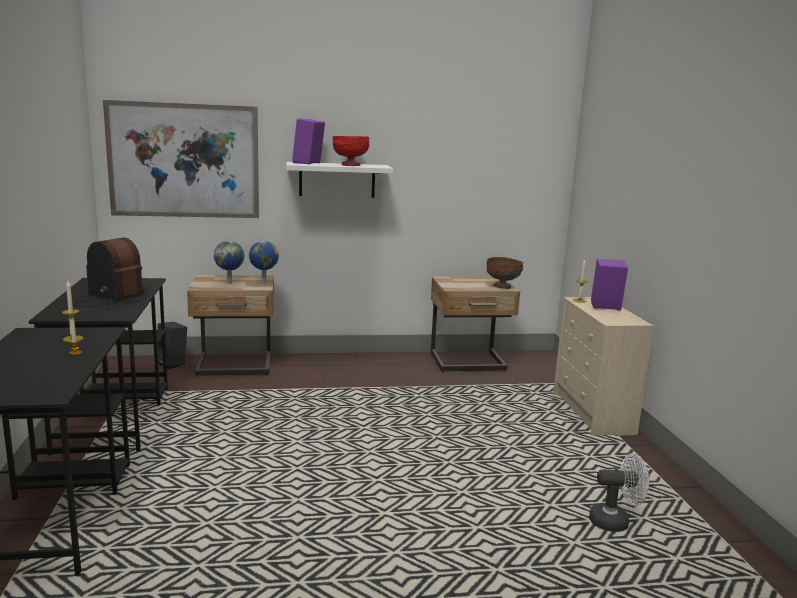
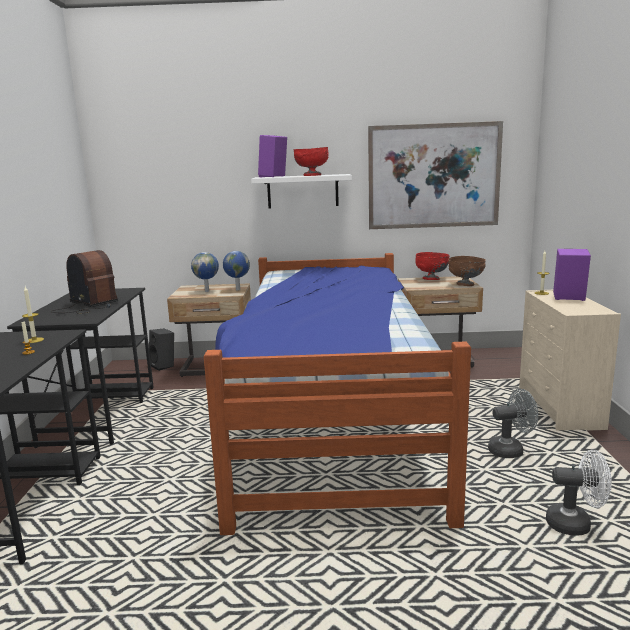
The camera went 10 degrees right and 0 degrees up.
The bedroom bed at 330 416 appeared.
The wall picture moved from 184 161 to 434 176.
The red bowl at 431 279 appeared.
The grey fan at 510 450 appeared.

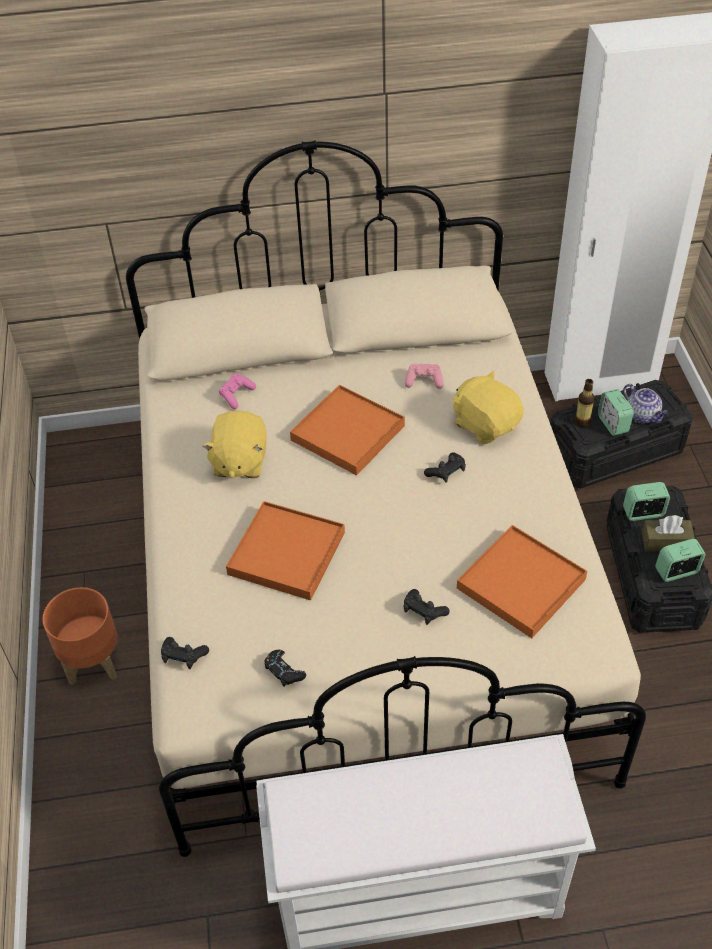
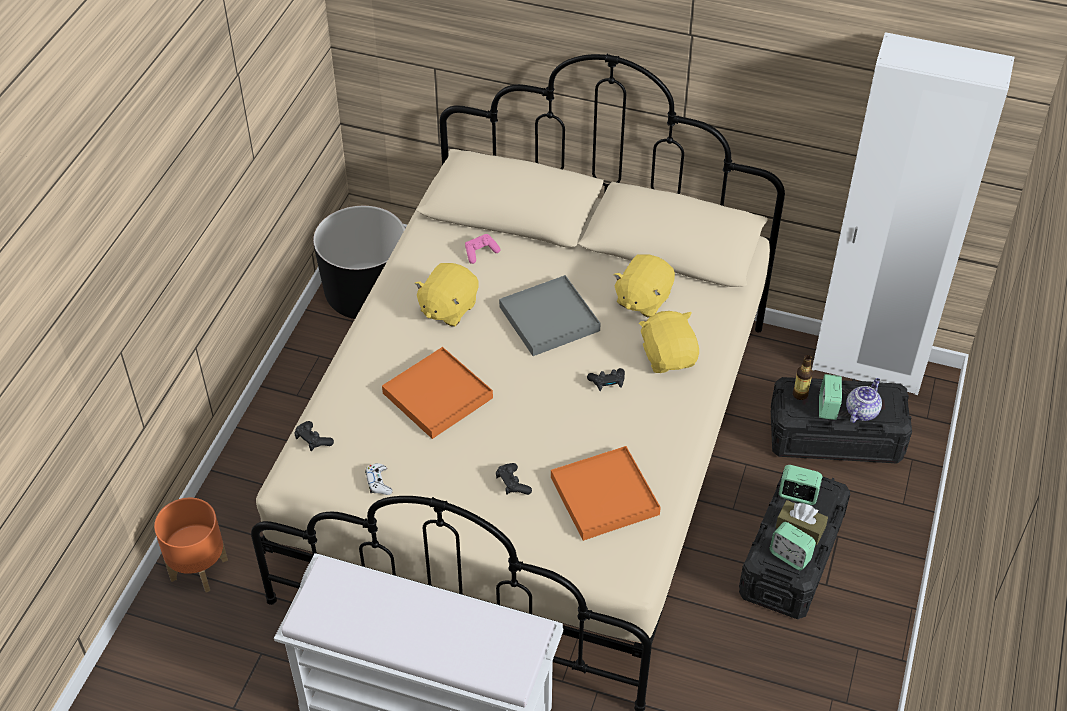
The camera went 25 degrees right and 0 degrees up.
The orange planter moved from 93 662 to 199 568.
The black-coloured planter at 366 295 appeared.
The black-coloured game controller at 284 671 became the white-coloured game controller at 378 482.
The orange tray at 347 433 became the grey tray at 549 319.
The pinkish game controller at 424 381 was replaced by the yellow plush toy at 642 299.
The alarm clock at 676 571 turned 150 degrees counterclockwise.
The tea pot at 643 416 turned 135 degrees counterclockwise.

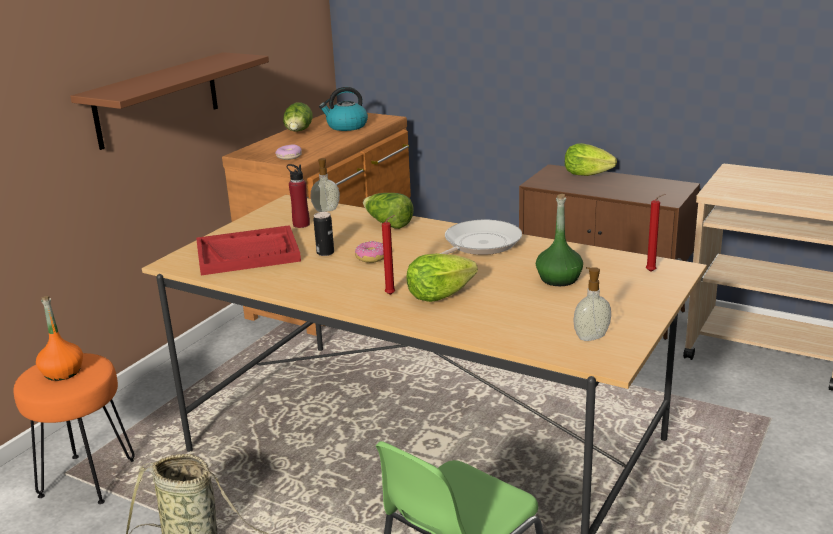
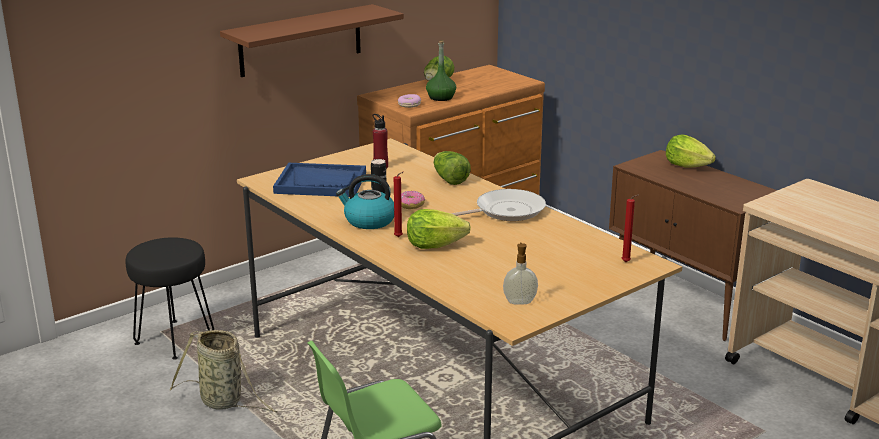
The camera went 20 degrees right and 0 degrees up.
The orange stool seat at 87 478 became the black-coloured stool seat at 174 339.
The red tray at 248 253 became the blue-coloured tray at 321 183.
The tea kettle moved from 346 126 to 369 221.
The green-coloured bottle moved from 558 279 to 441 97.
The orange bottle at 62 372 disappeared.
The liquid soap bottle at 326 210 disappeared.

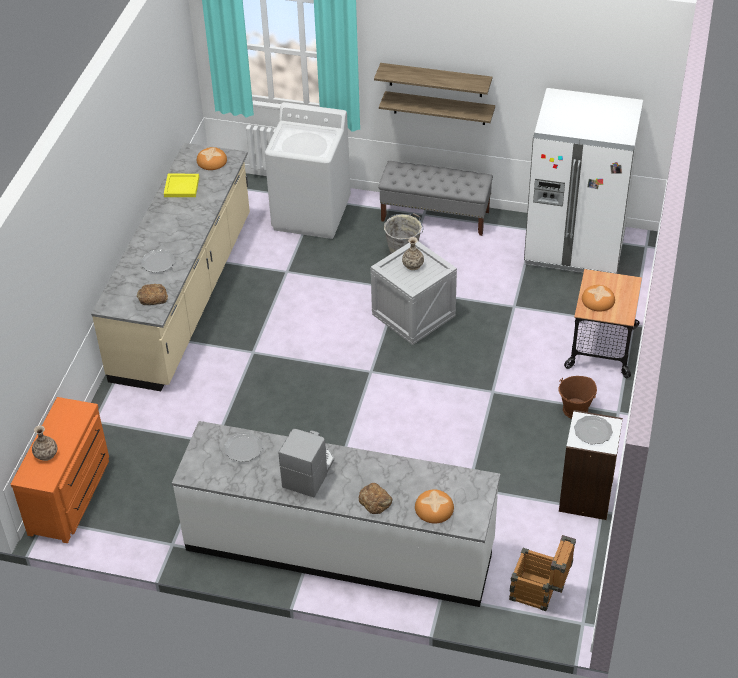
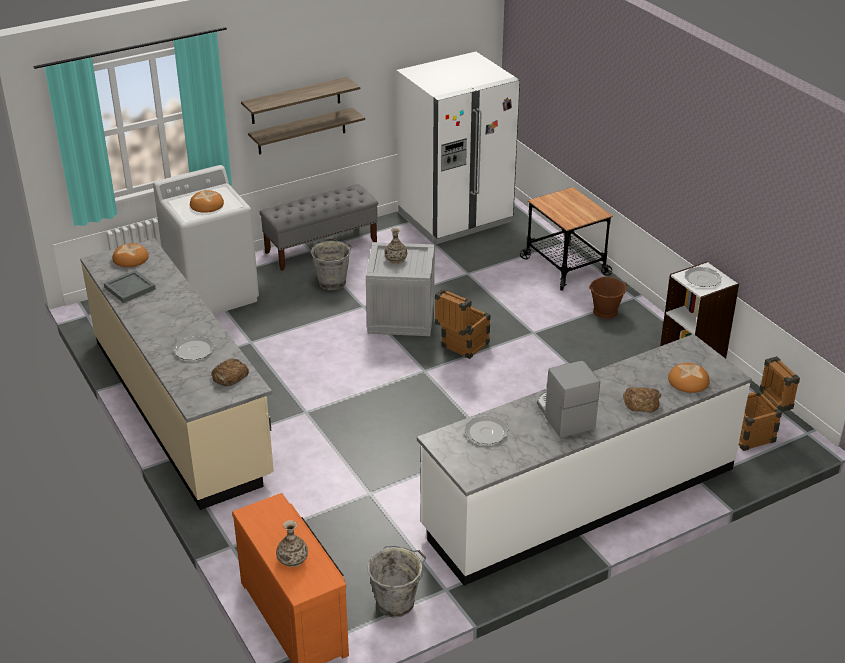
The camera went 45 degrees left and 10 degrees down.
The yellow tray at 181 187 became the grey tray at 129 289.
The baked bread moved from 597 300 to 206 205.
The grey pail at 397 602 appeared.
The packing crate at 461 347 appeared.

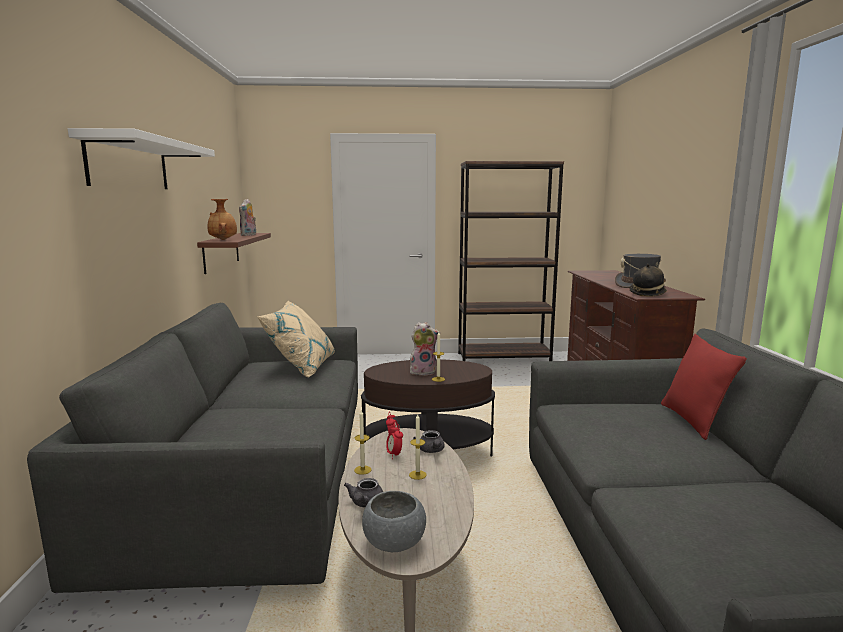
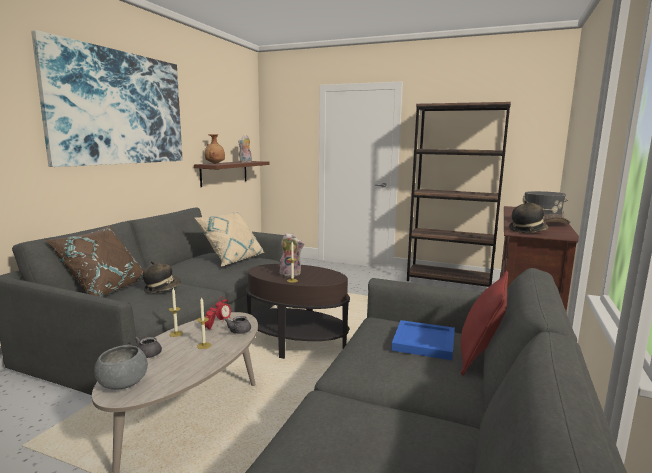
The camera went 25 degrees right and 0 degrees up.
The white-coloured bracket shelf at 129 164 was replaced by the wall picture at 119 108.
The brown-coloured pillow at 105 290 appeared.
The hat at 162 289 appeared.
The blue-coloured tray at 424 342 appeared.

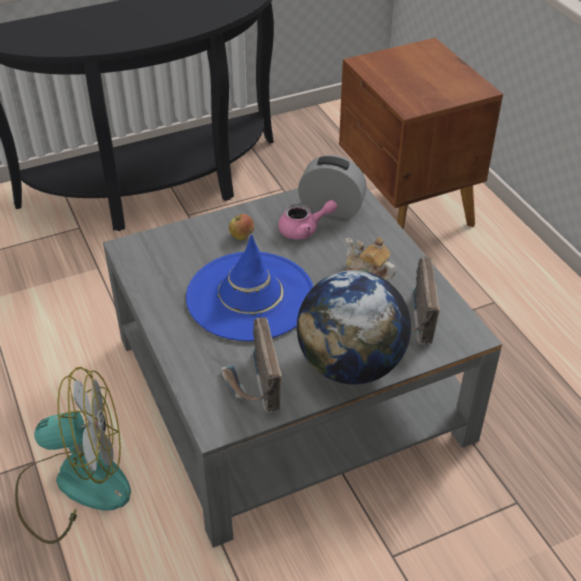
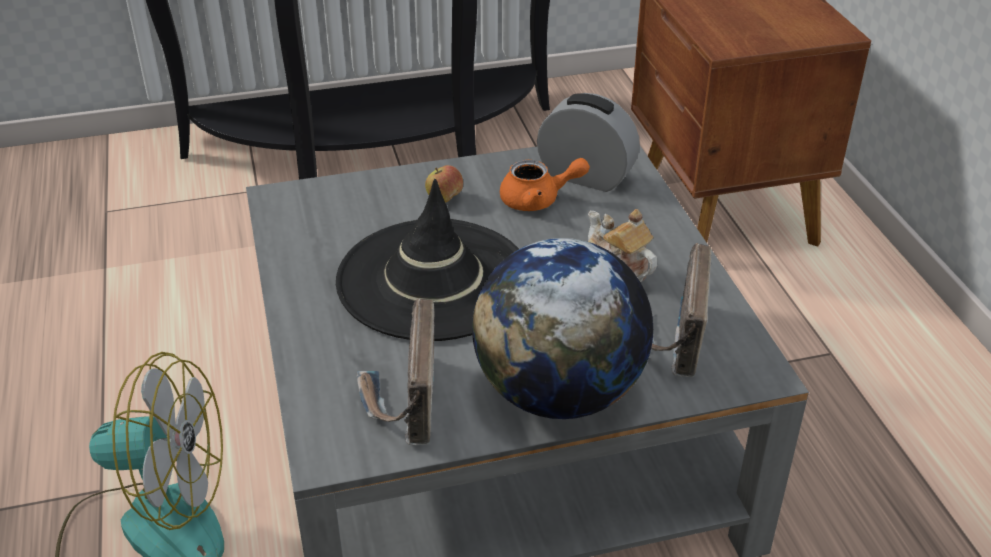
The camera went 10 degrees right and 5 degrees down.
The blue-coloured hat at 250 296 became the black-coloured hat at 433 279.
The pinkish tea pot at 304 230 became the orange tea pot at 538 200.

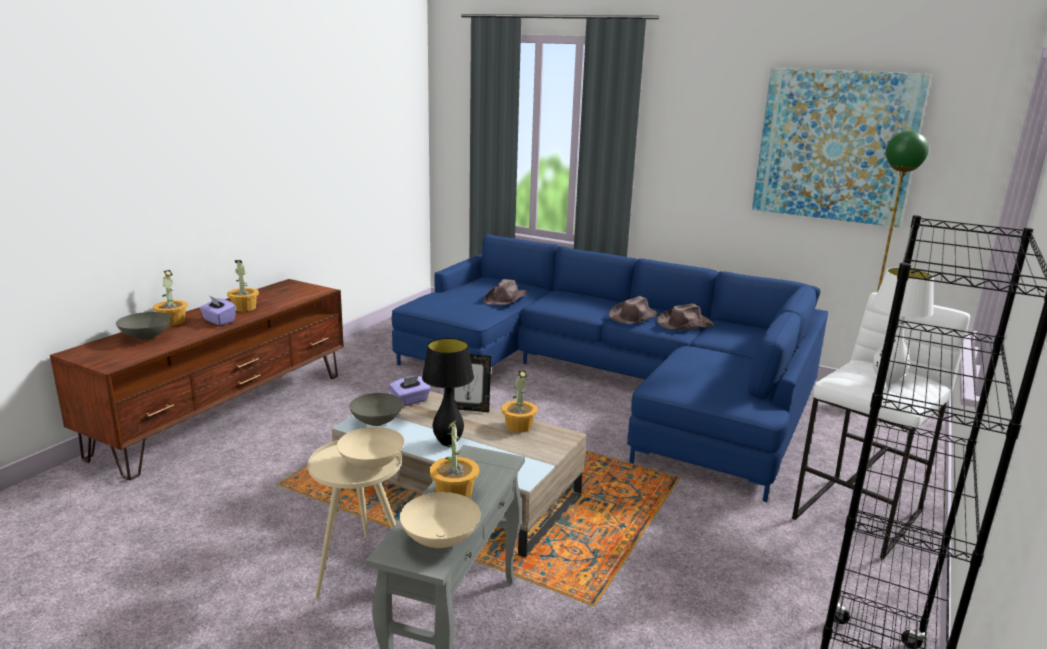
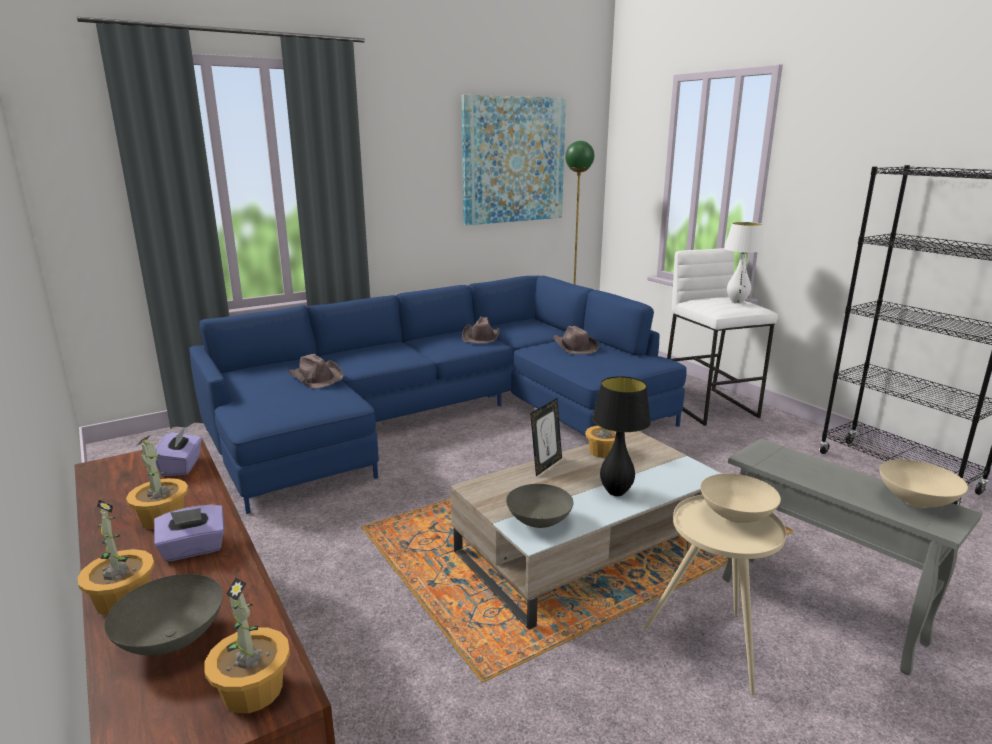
The camera went 60 degrees left and 0 degrees up.
The purplish tissue box moved from 410 401 to 182 466.
The potted plant moved from 455 492 to 254 689.
The brown-coloured hat moved from 634 317 to 574 347.

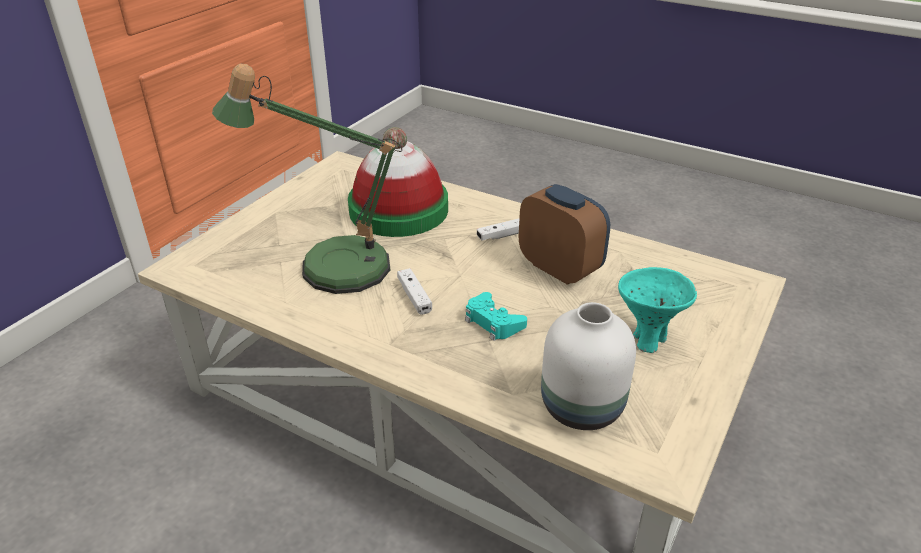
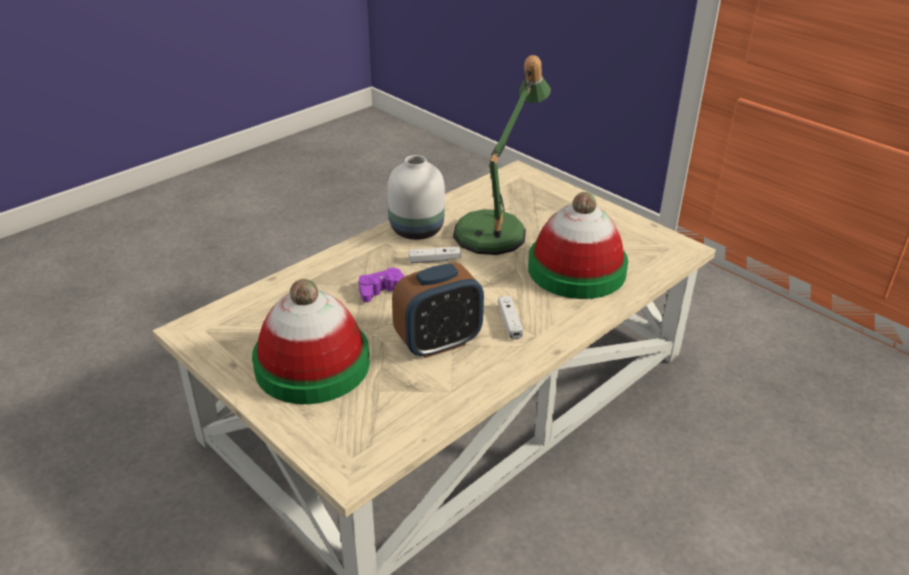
The camera went 105 degrees right and 0 degrees up.
The turquoise bowl at 648 340 was replaced by the hat at 312 364.
The turquoise game controller at 493 322 became the purplish game controller at 382 290.
The white-coloured decorative vase moved from 582 409 to 415 230.

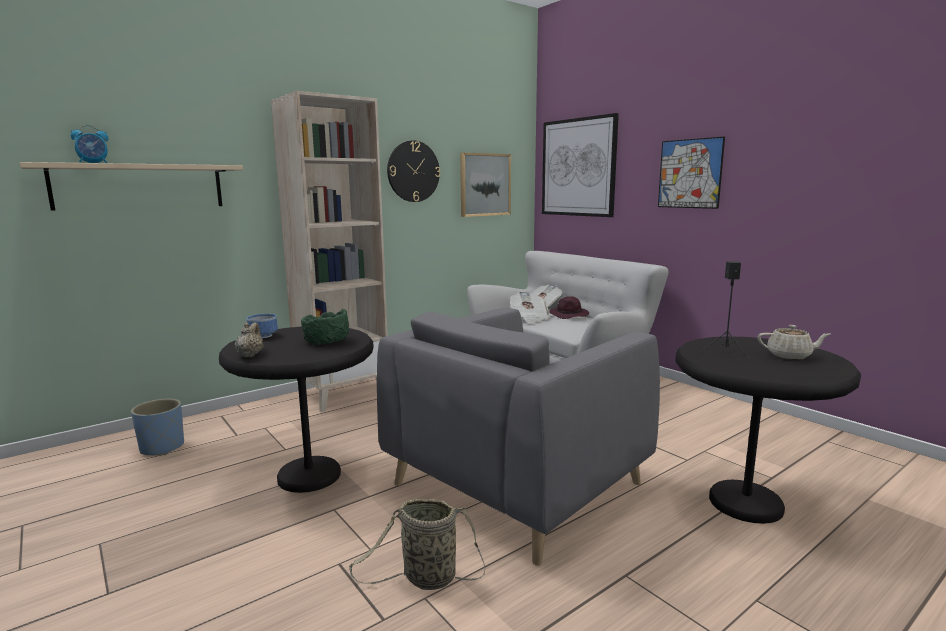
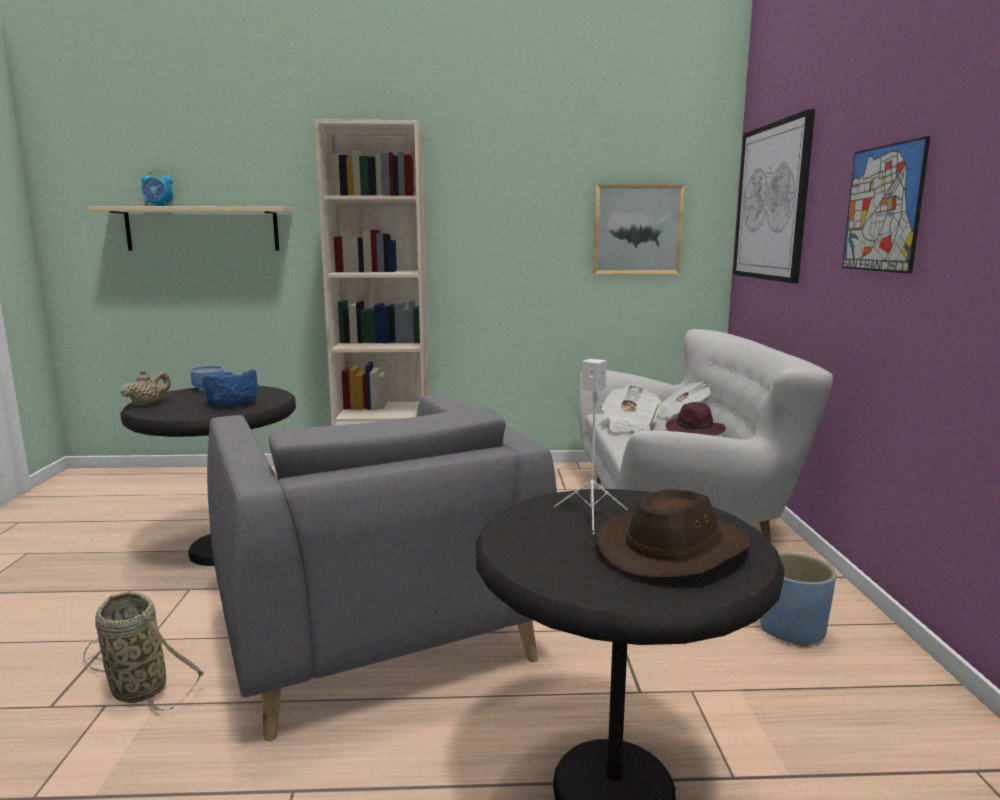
The camera went 35 degrees right and 0 degrees up.
The green-coloured bowl at 326 341 became the blue-coloured bowl at 231 404.
The grey lounge chair at 516 484 turned 105 degrees counterclockwise.
The black-coloured audio speaker at 725 351 became the white-coloured audio speaker at 591 515.
The beige tea pot at 790 356 was replaced by the brown-coloured hat at 674 550.
The blue-coloured planter moved from 162 447 to 791 629.
The wall clock at 413 171 disappeared.

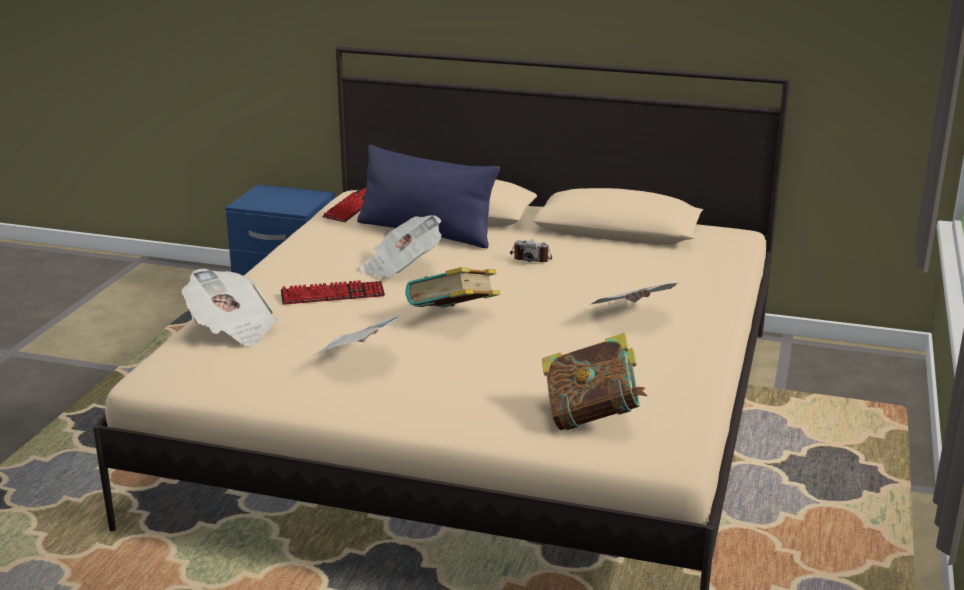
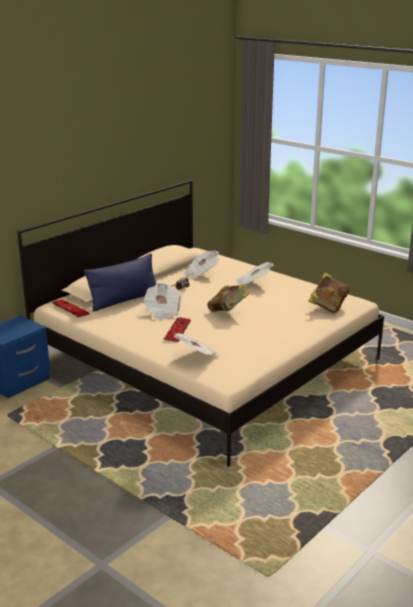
The camera went 65 degrees left and 0 degrees up.
The daily paper moved from 359 356 to 201 273.

